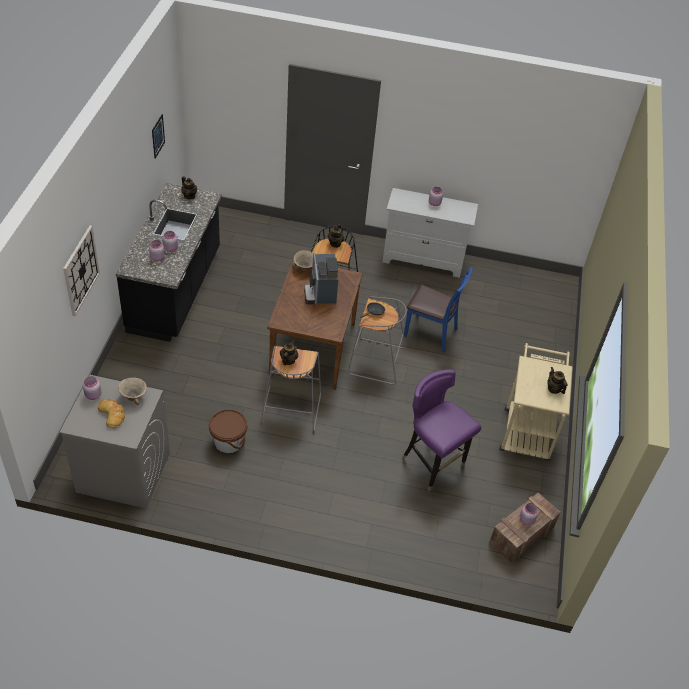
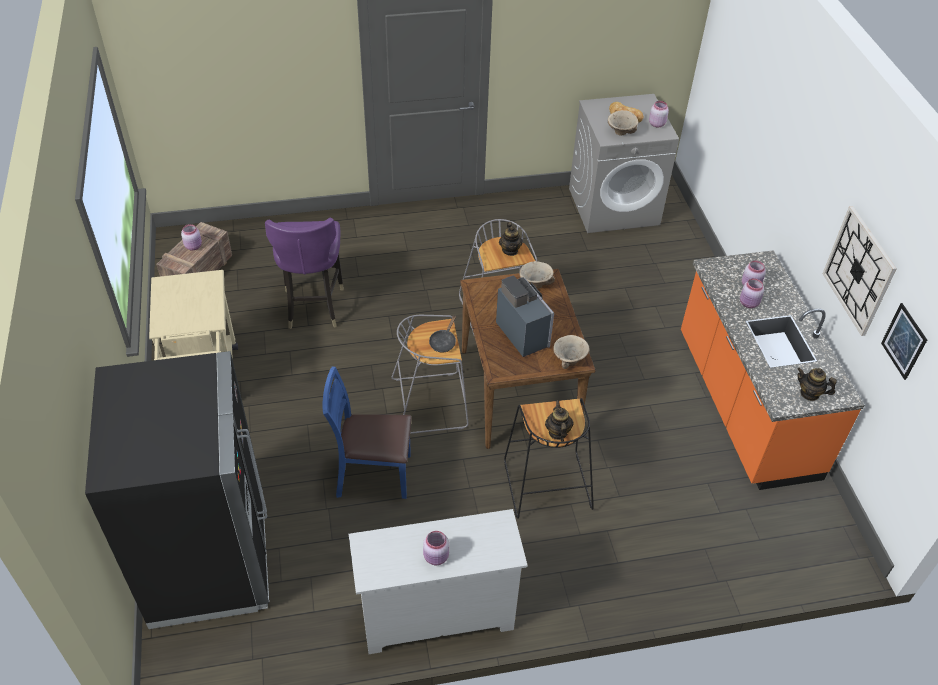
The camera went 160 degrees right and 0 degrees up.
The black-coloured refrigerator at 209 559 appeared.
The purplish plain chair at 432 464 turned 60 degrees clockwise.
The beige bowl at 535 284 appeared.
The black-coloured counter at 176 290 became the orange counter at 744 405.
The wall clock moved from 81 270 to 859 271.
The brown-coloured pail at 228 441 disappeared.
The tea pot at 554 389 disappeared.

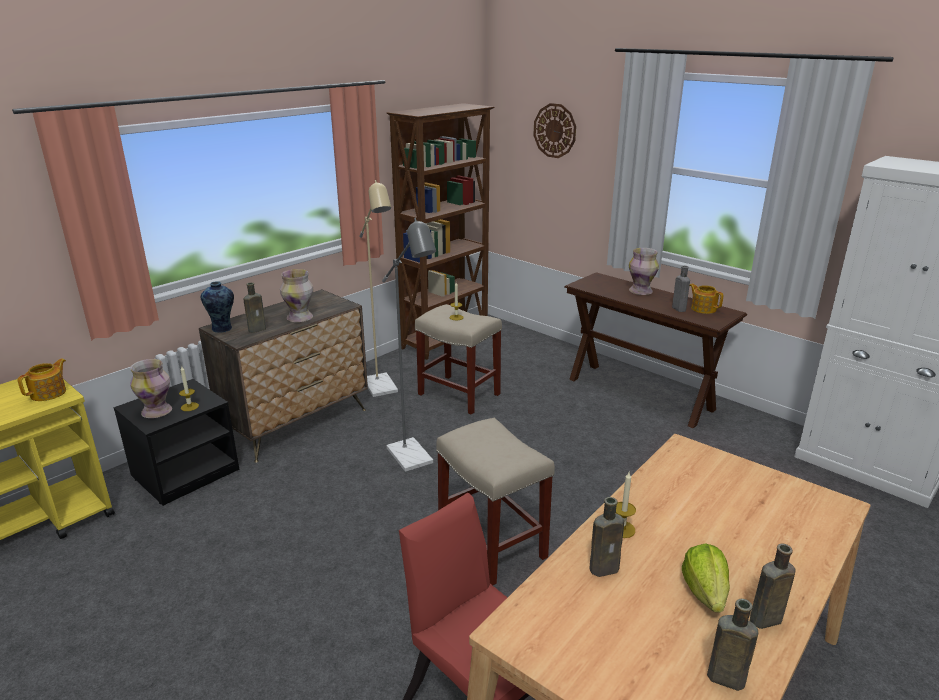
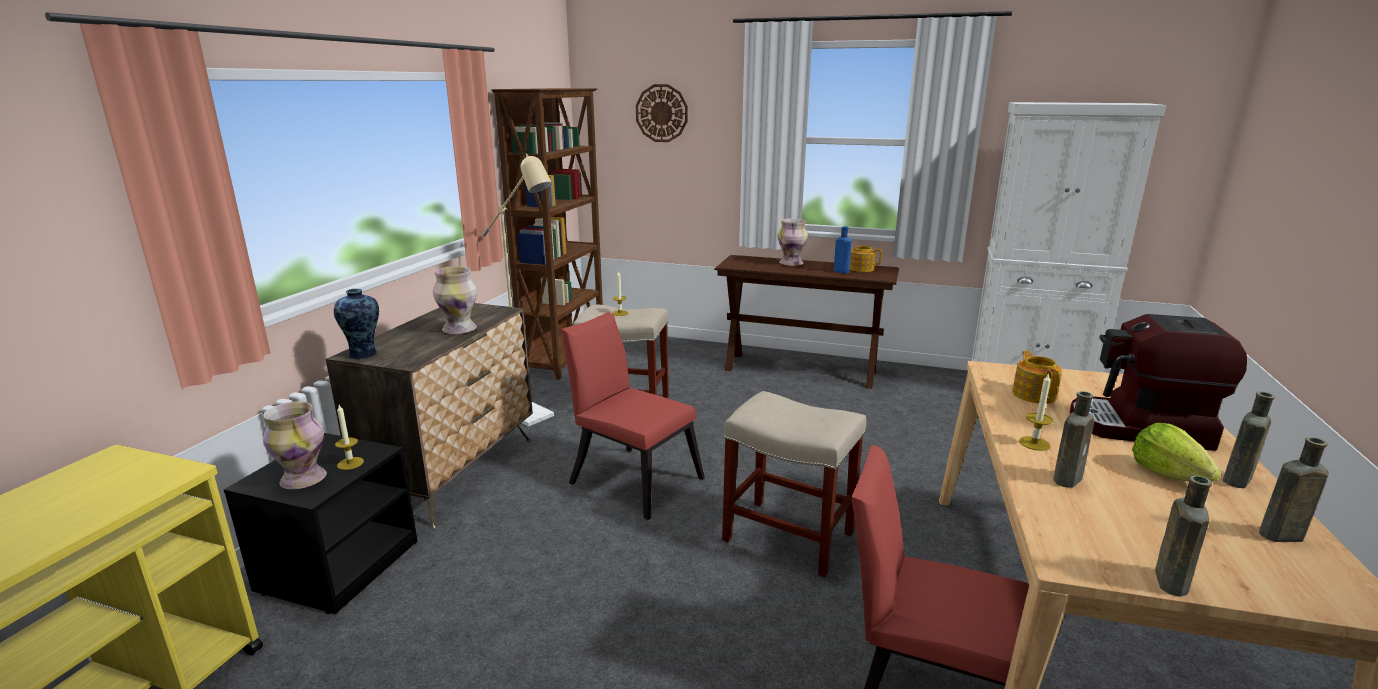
The camera went 25 degrees left and 5 degrees down.
The grey floor lamp at 414 460 was replaced by the red plain chair at 631 478.
The grey bottle at 678 308 became the blue-coloured bottle at 840 271.
The tea pot moved from 49 393 to 1034 394.
The coffee maker at 1140 428 appeared.
The brown-coloured bottle moved from 258 329 to 1169 580.

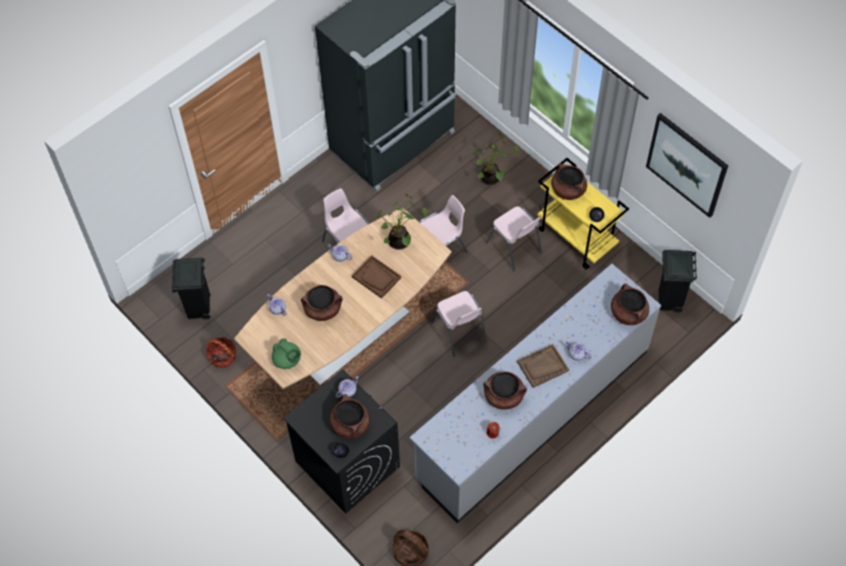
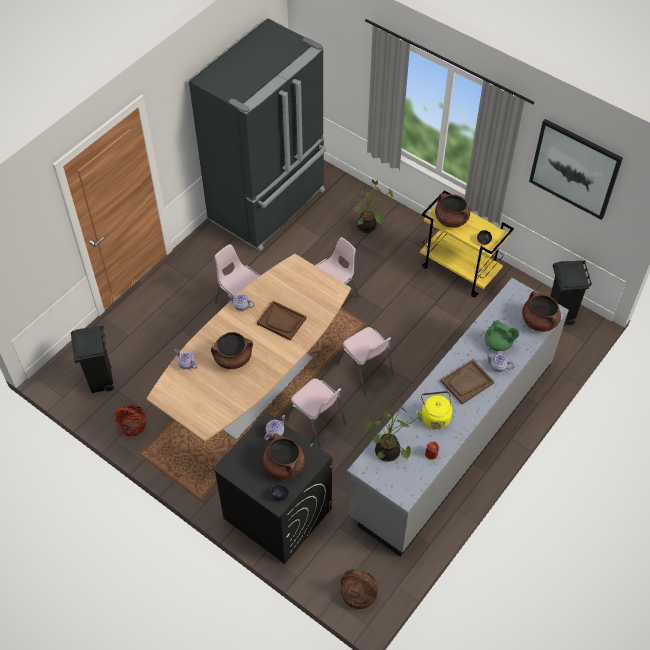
The camera went 10 degrees left and 5 degrees down.
The pinkish plain chair moved from 514 248 to 316 422.
The potted plant moved from 400 242 to 389 453.
The brown-coloured cooking pot at 504 396 was replaced by the yellow tea kettle at 434 416.
The green-coloured tea pot moved from 287 360 to 498 343.

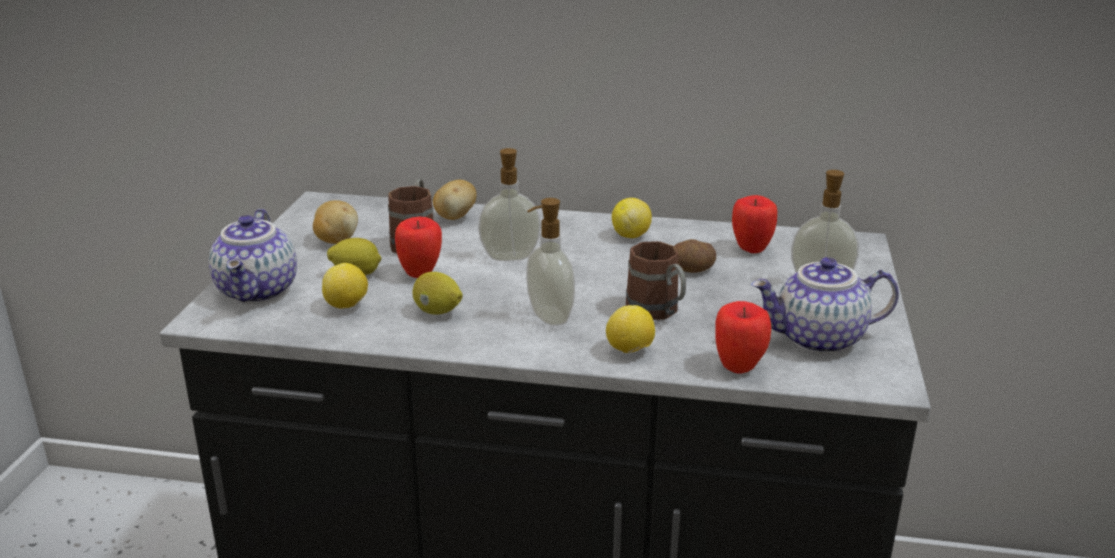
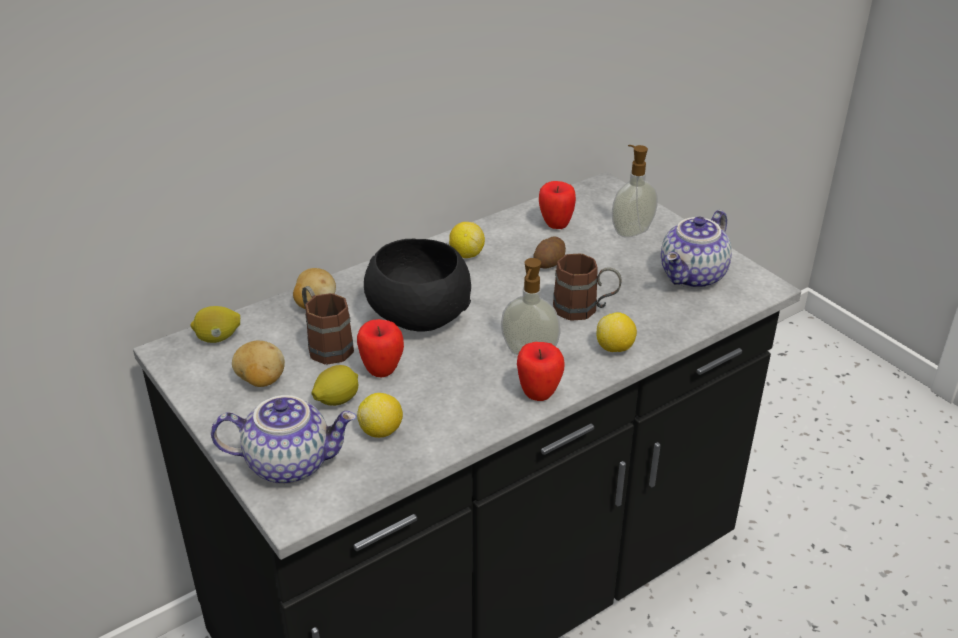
The camera went 45 degrees left and 10 degrees up.
The citrus fruit moved from 437 312 to 218 338.
The tea pot at 259 292 turned 45 degrees counterclockwise.
The liquid soap bottle at 510 256 was replaced by the black-coloured bowl at 417 318.
The apple moved from 739 367 to 539 393.

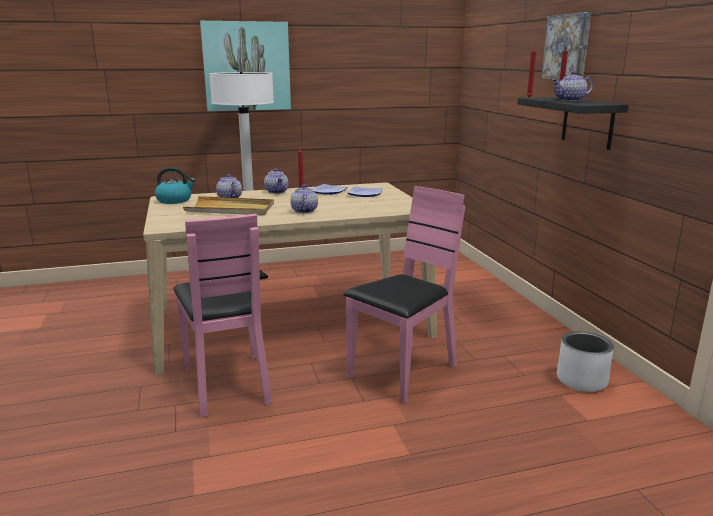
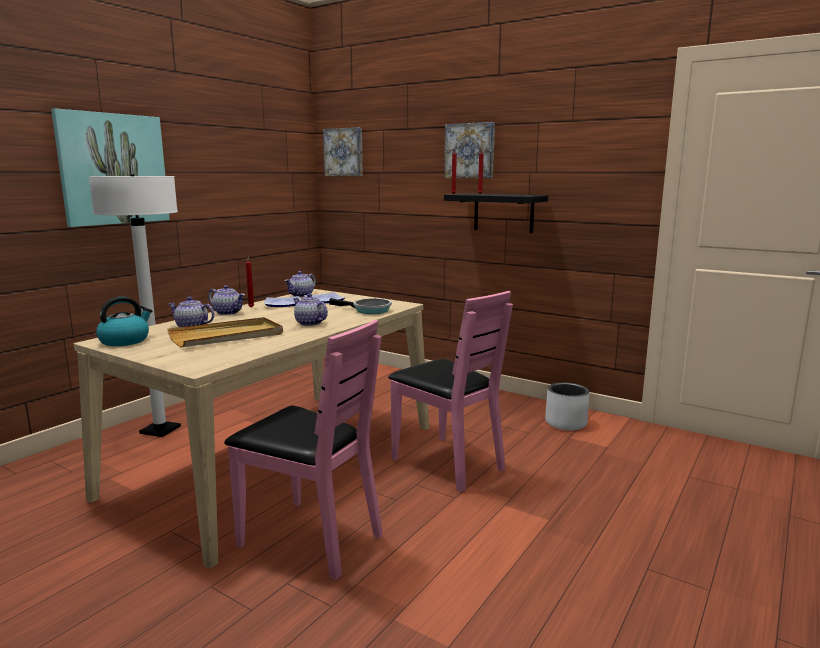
The camera went 40 degrees left and 5 degrees down.
The tea pot moved from 570 100 to 301 295.
The wall picture at 344 152 appeared.
The skillet at 368 310 appeared.
The pinkish plain chair at 403 372 turned 135 degrees clockwise.

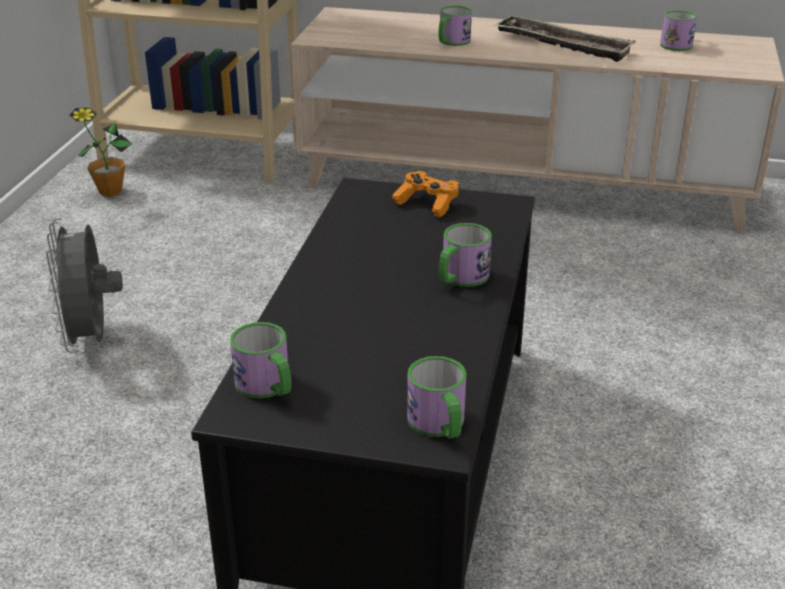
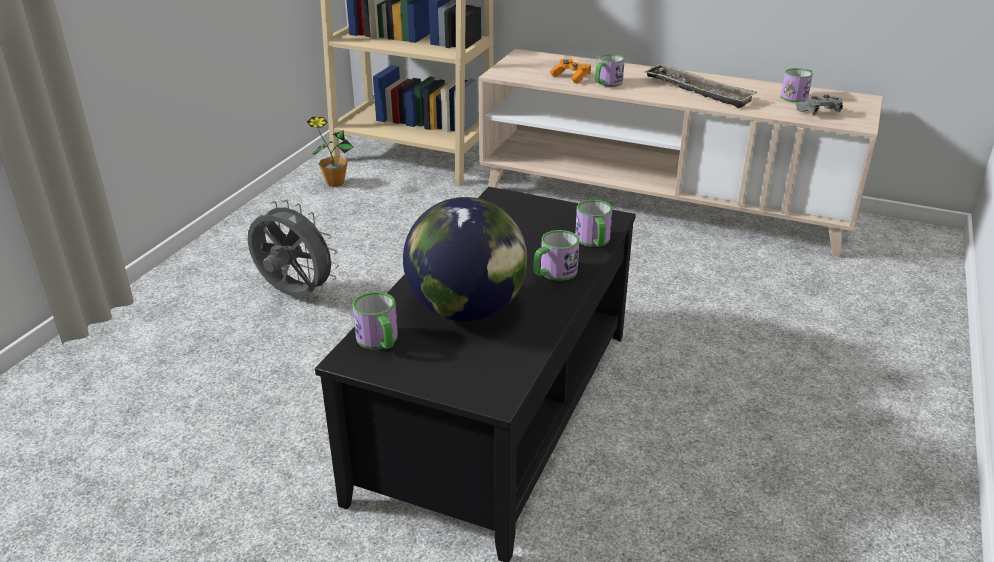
The camera went 10 degrees right and 0 degrees up.
The grey fan at 92 339 turned 120 degrees clockwise.
The world globe at 467 310 appeared.
The orange game controller moved from 427 203 to 571 77.
The coffee mug moved from 440 425 to 594 241.
The grey game controller at 818 112 appeared.

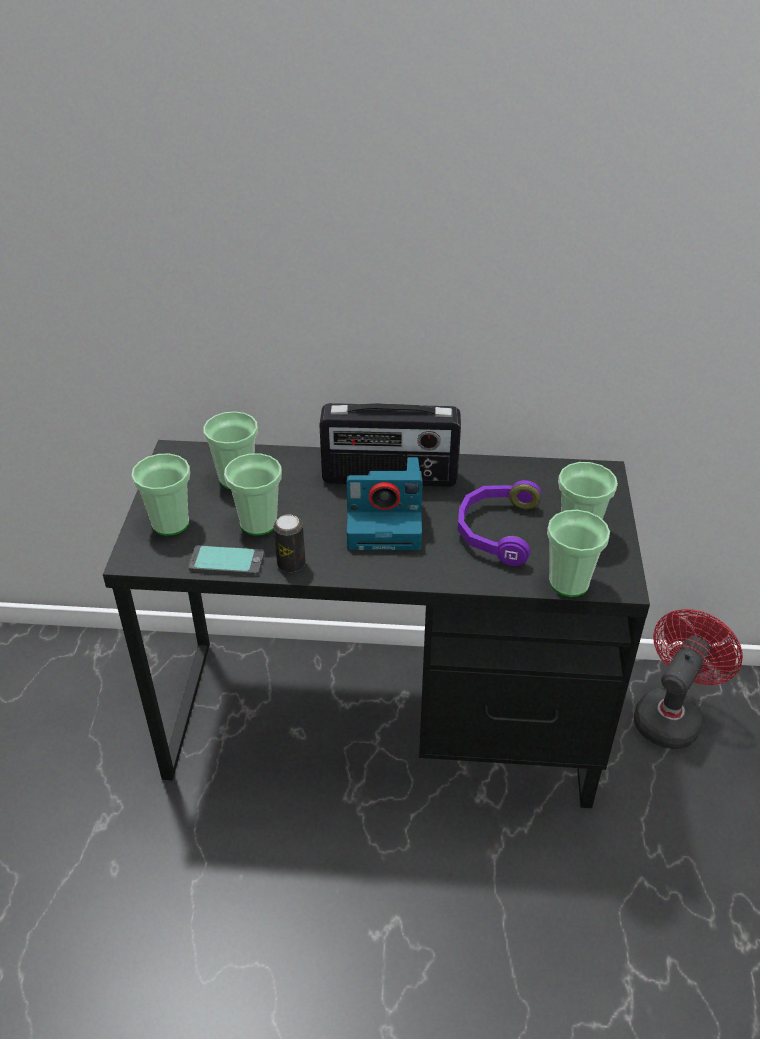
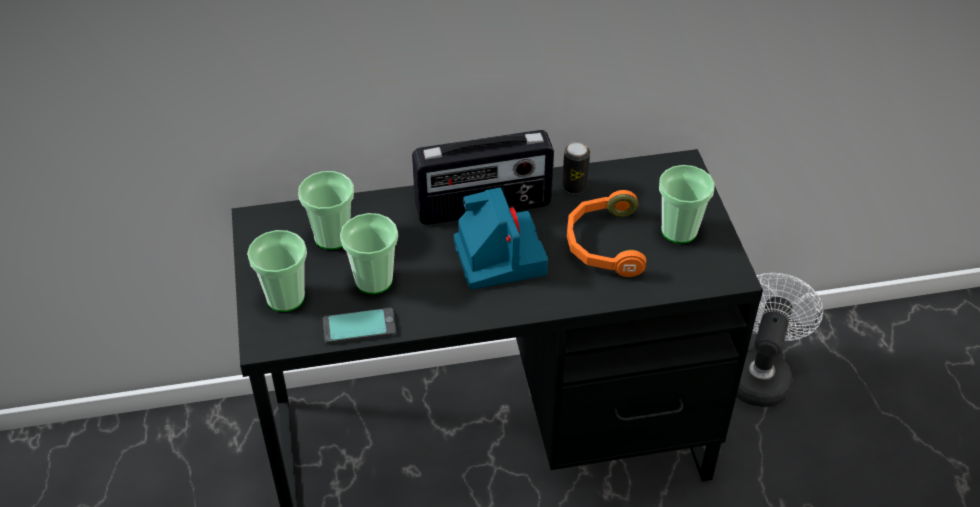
The camera went 15 degrees left and 5 degrees up.
The photo camera at 386 522 turned 90 degrees counterclockwise.
The metal can moved from 291 564 to 574 186.
The purplish headset at 495 530 became the orange headset at 603 244.
The red fan at 671 714 became the white-coloured fan at 760 373.
The cup at 569 583 disappeared.

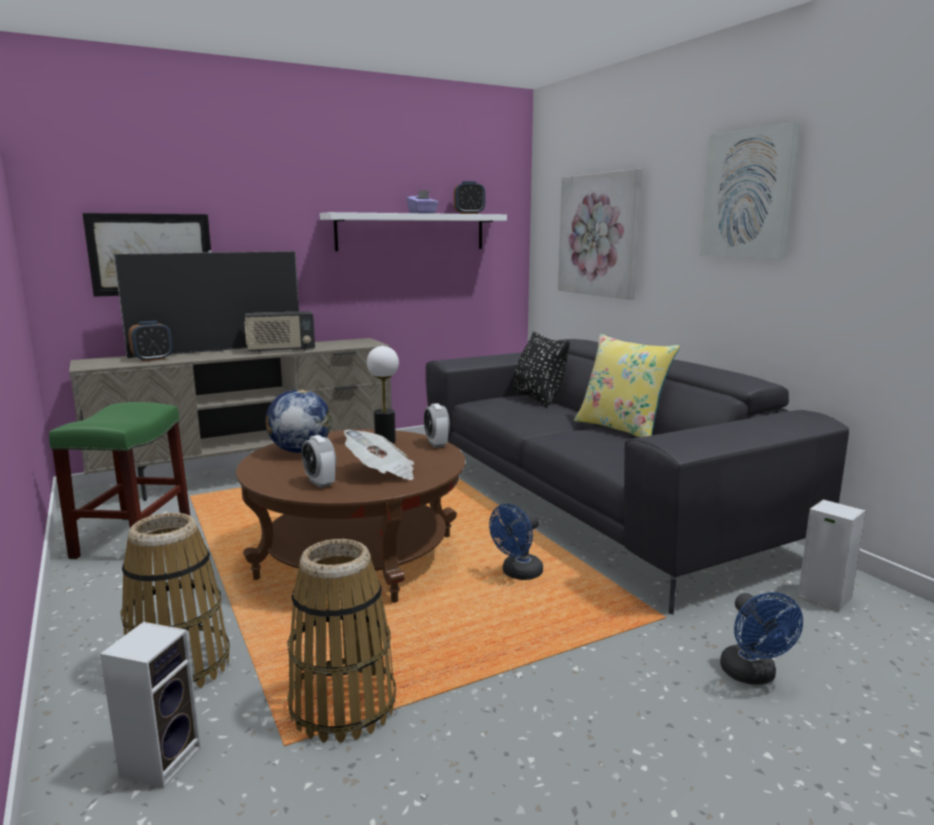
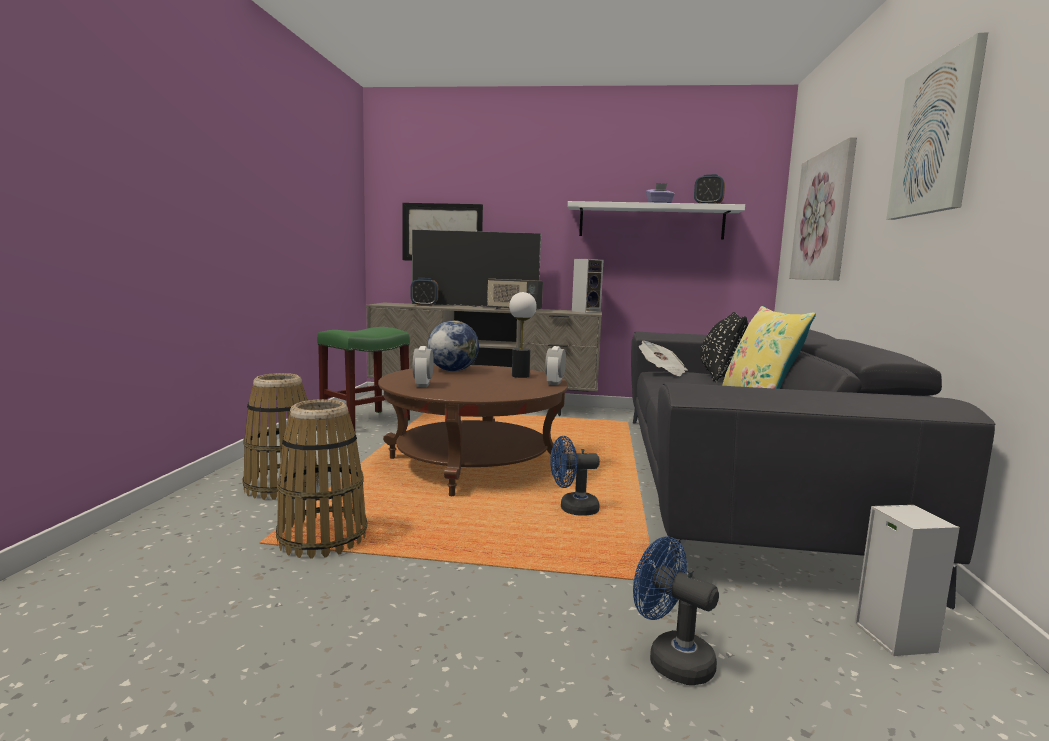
The camera went 35 degrees right and 5 degrees down.
The audio speaker moved from 161 759 to 586 311.
The blue-coloured fan at 752 676 turned 105 degrees clockwise.
The daily paper moved from 382 473 to 662 372.

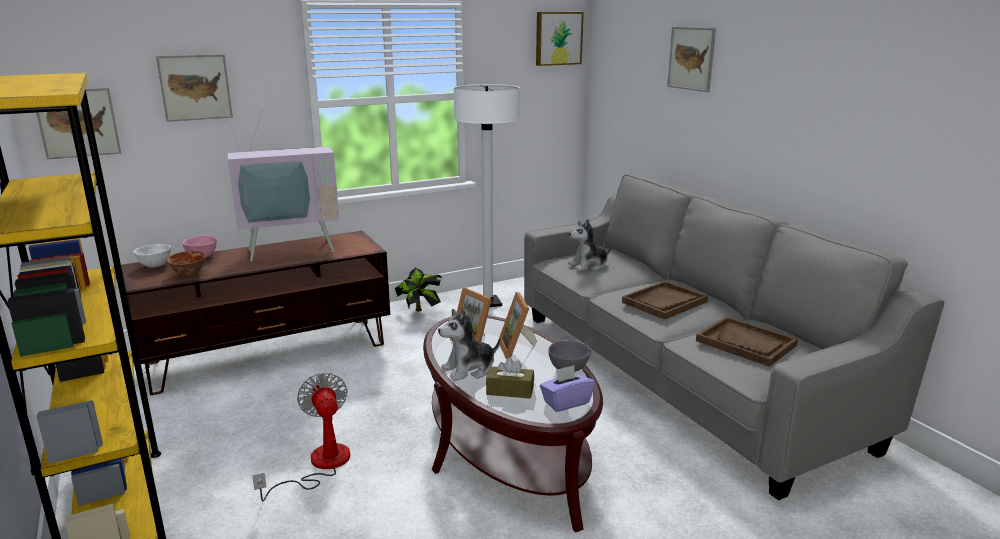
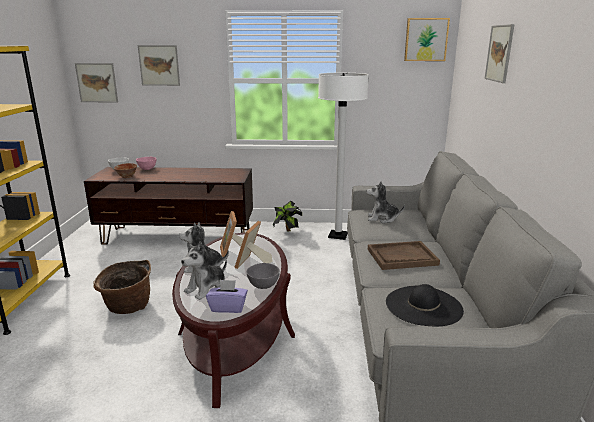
The camera went 30 degrees right and 0 degrees up.
The fan at 319 465 was replaced by the basket at 127 307.
The brown-coloured tissue box at 510 390 was replaced by the plush toy at 206 288.
The brown-coloured tray at 746 343 was replaced by the black-coloured hat at 423 306.
The TV at 291 248 disappeared.

